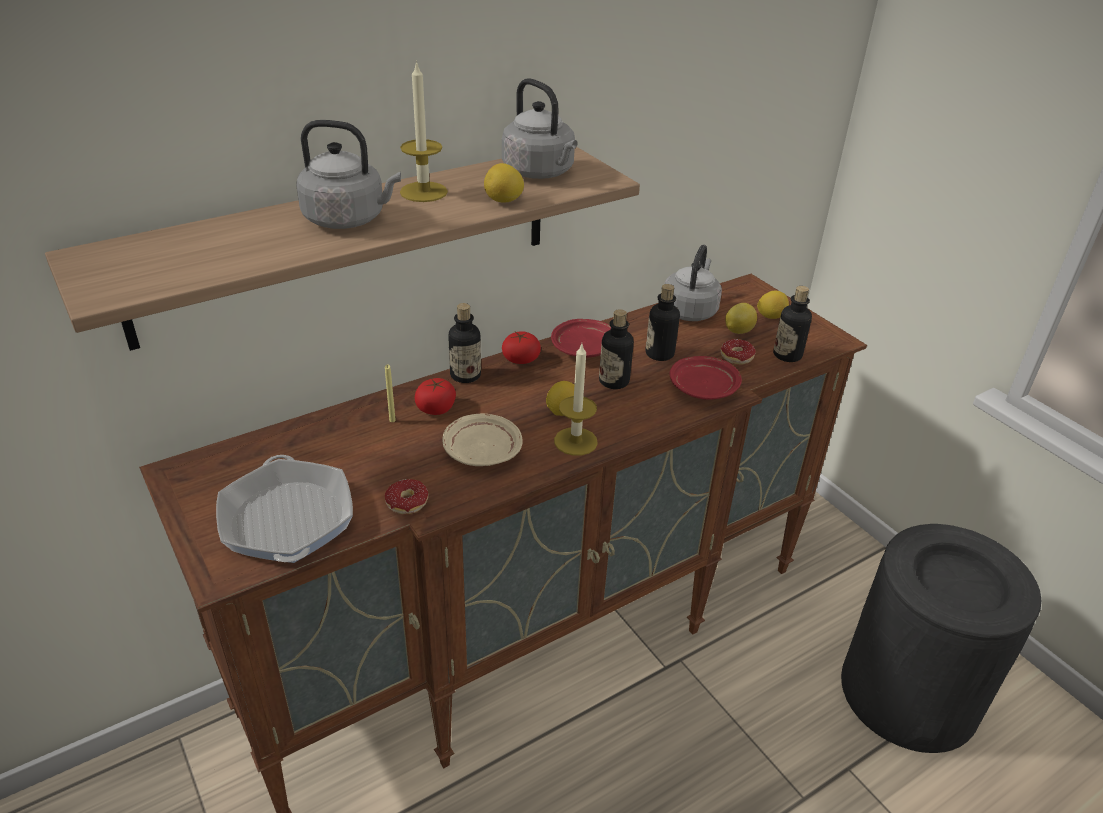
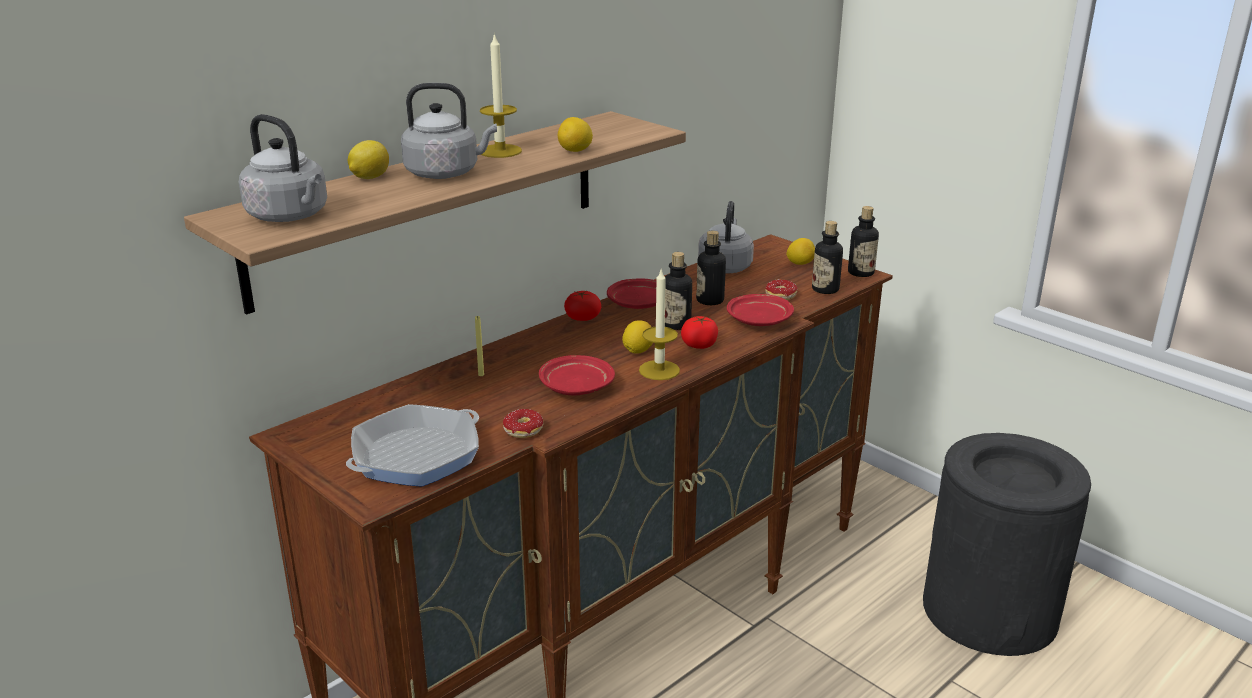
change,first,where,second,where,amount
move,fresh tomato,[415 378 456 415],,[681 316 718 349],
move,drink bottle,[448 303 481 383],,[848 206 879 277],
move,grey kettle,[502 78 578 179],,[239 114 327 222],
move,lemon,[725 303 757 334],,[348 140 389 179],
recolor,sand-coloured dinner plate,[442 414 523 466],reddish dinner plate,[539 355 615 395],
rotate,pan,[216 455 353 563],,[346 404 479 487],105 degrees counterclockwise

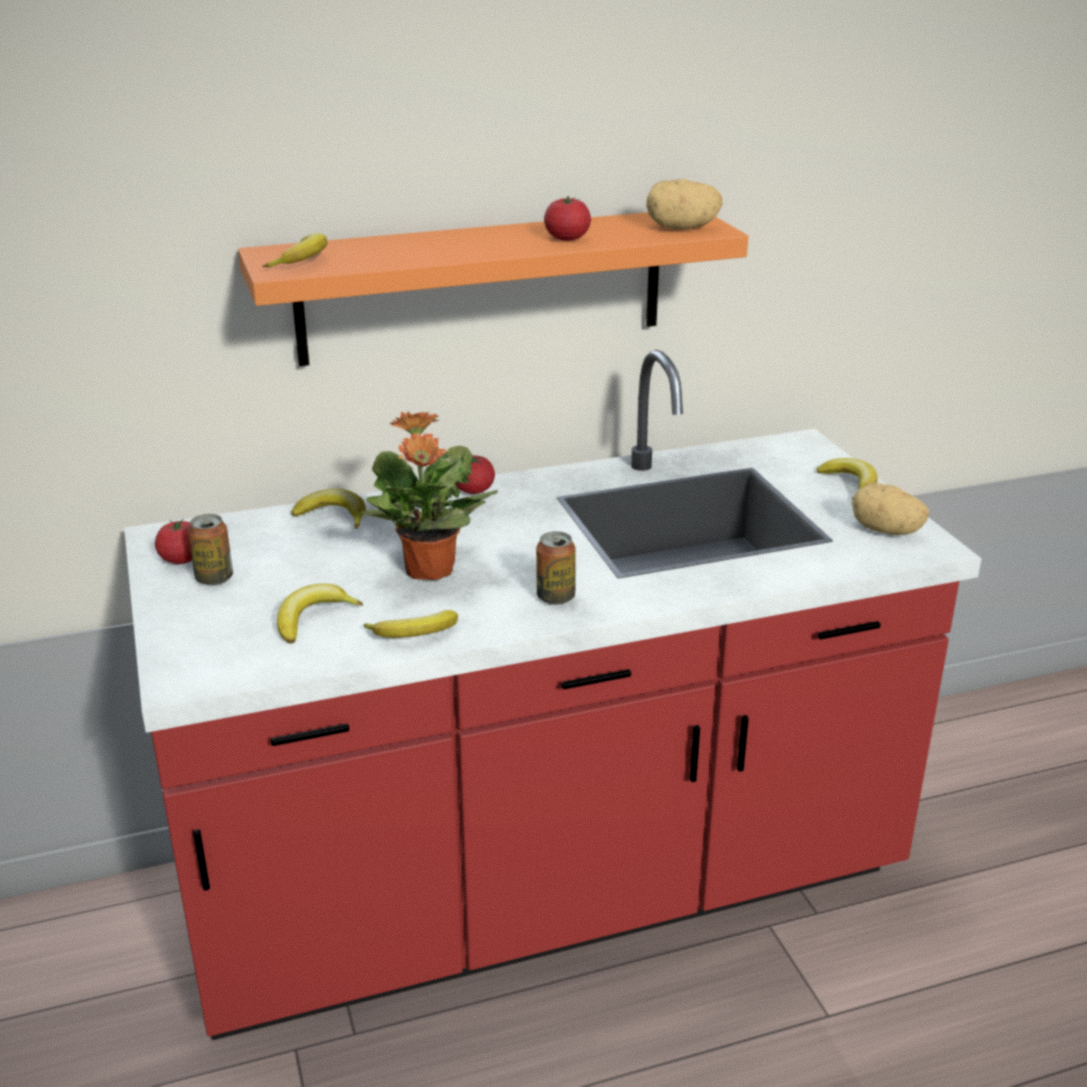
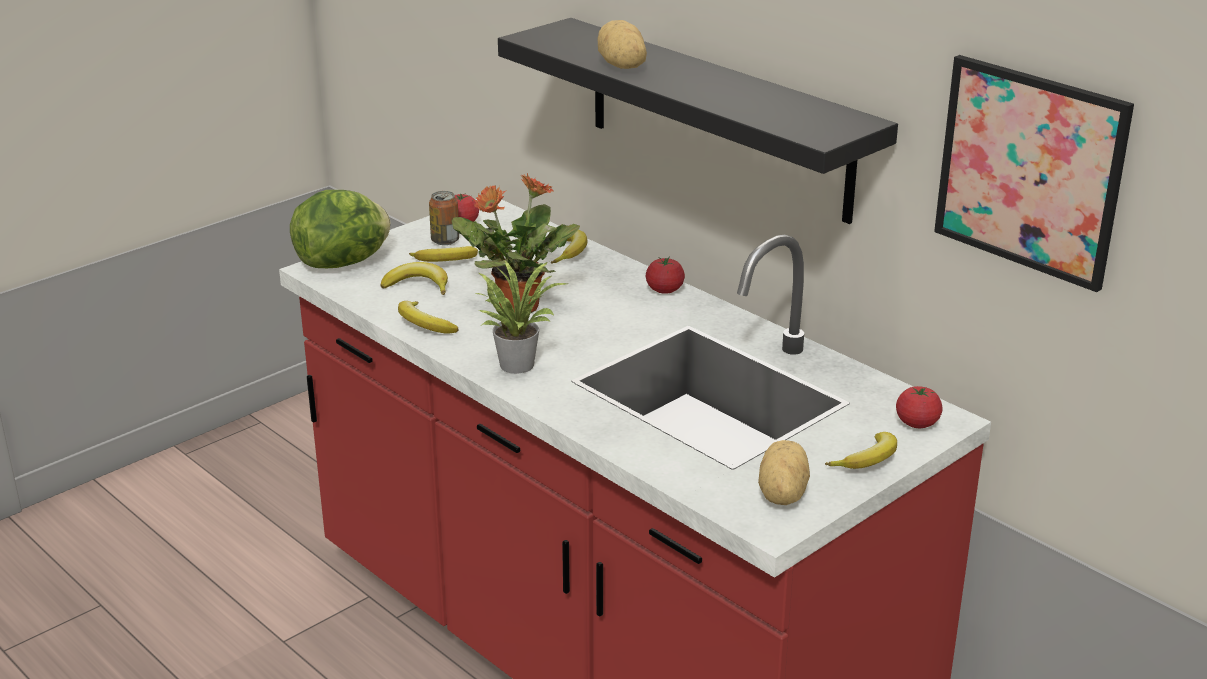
change,first,where,second,where,amount
insert,,,head of lettuce,[290 190 390 268],
insert,,,wall picture,[934 55 1134 292],
move,banana,[262 233 328 268],,[409 246 478 262],
move,fresh tomato,[544 196 591 241],,[896 386 943 428],
move,spud,[646 179 722 230],,[597 20 647 69],
replace,metal can,[536 531 576 605],plant in a pot,[473 261 567 374],
recolor,orange shelf,[238 212 748 366],black-coloured shelf,[498 18 898 224],

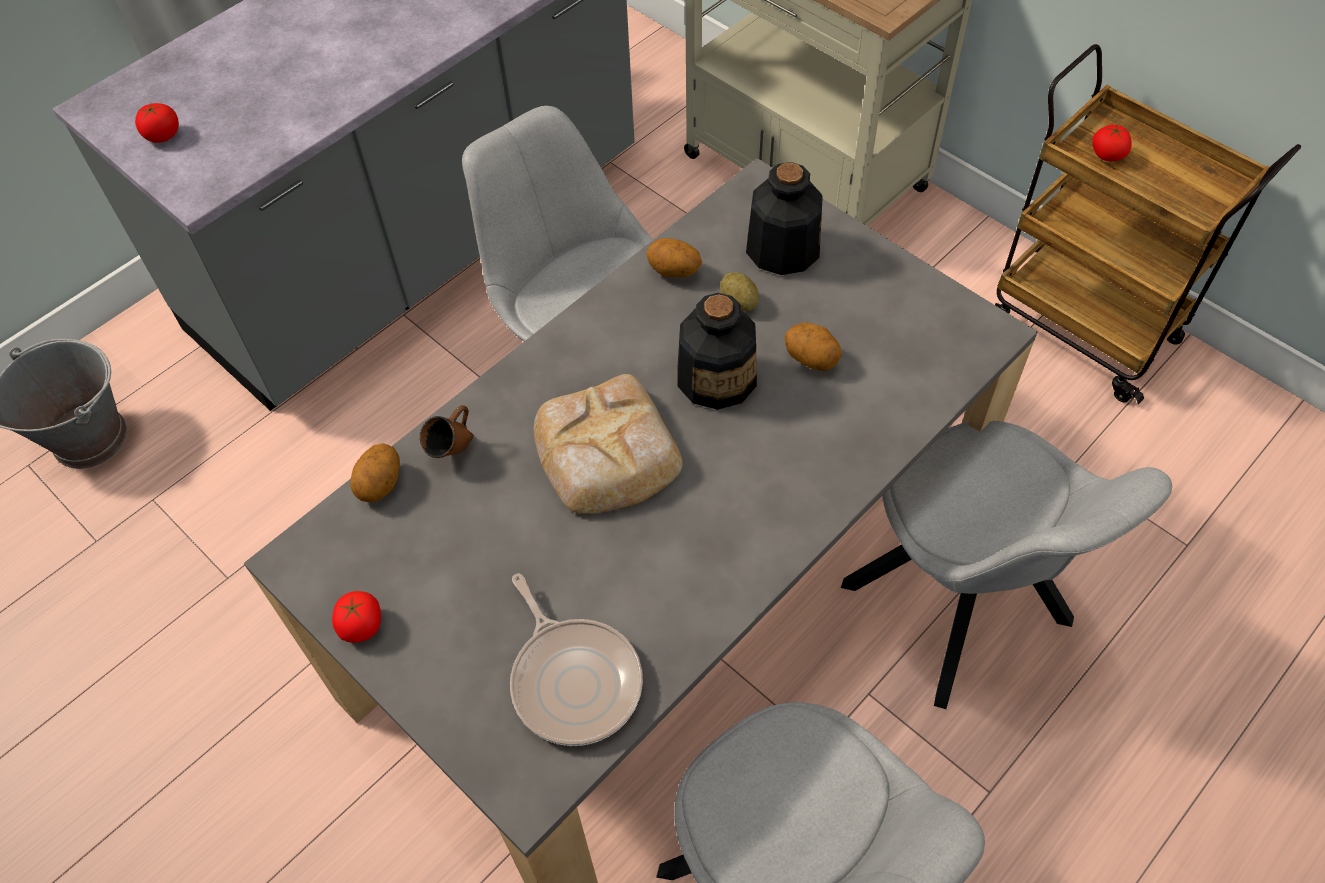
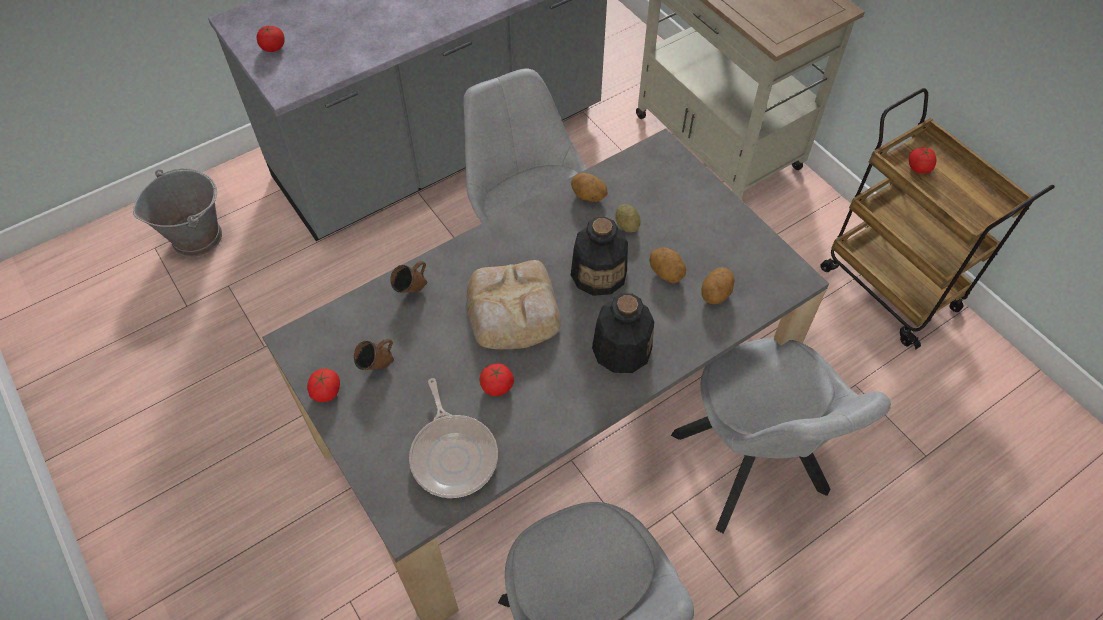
change,first,where,second,where,amount
insert,,,brown-coloured coffee mug,[354 339 394 370],
insert,,,fresh tomato,[480 363 514 396],
move,spud,[350 443 400 503],,[701 268 735 304],
move,drink bottle,[746 162 823 275],,[592 293 654 373],

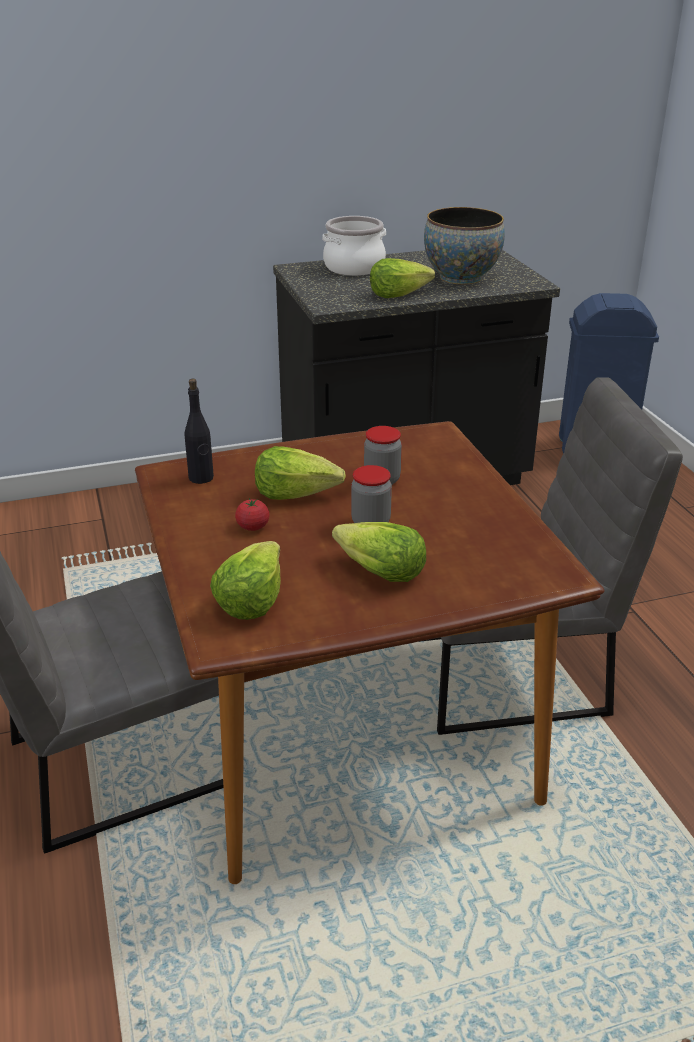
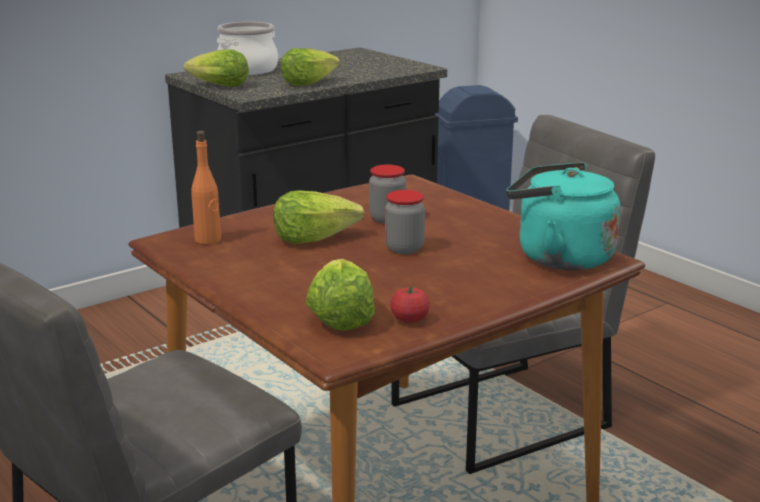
change,first,where,second,where,amount
delete,serving bowl,[424 207 505 285],,,
insert,,,turquoise-coloured kettle,[506 162 620 270],
move,fresh tomato,[235 498 270 531],,[390 285 430 323],
move,head of lettuce,[332 522 426 582],,[184 49 249 87],
recolor,black-coloured drink bottle,[185 379 214 484],orange drink bottle,[191 131 221 244],

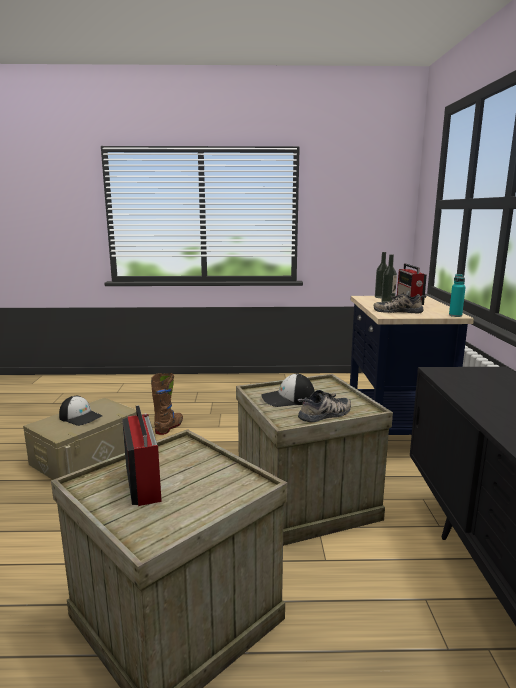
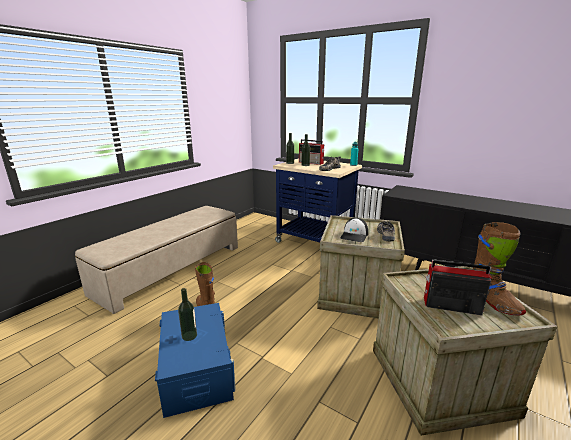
change,first,where,second,where,amount
insert,,,sand-coloured indoor bench,[75 206 238 314],
insert,,,brown-coloured boot,[473 222 526 315],
replace,peaked cap,[59 396 102 426],drink bottle,[178 288 197 341],
recolor,sand-coloured storage bin,[23 398 137 480],bluish storage bin,[155 303 236 418],

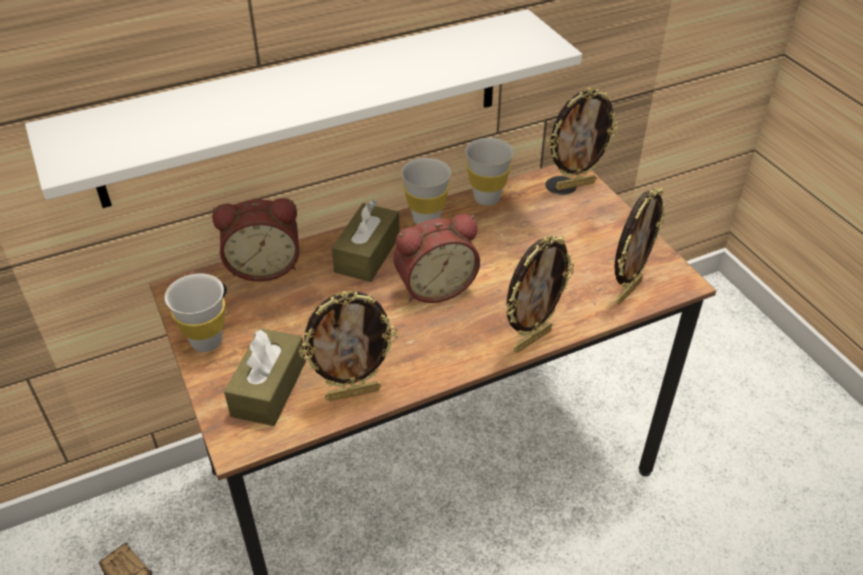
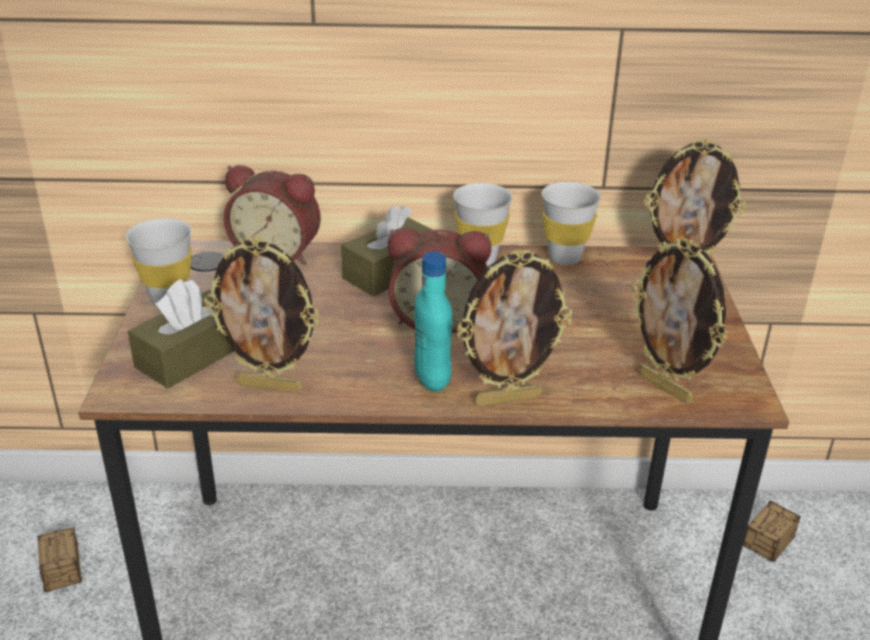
change,first,where,second,where,amount
delete,whitish shelf,[25 9 582 208],,,
insert,,,turquoise-coloured drink bottle,[414 252 452 392],
insert,,,storage bin,[743 501 801 562],
rotate,photo frame,[614 188 665 305],,[631 238 727 404],75 degrees clockwise

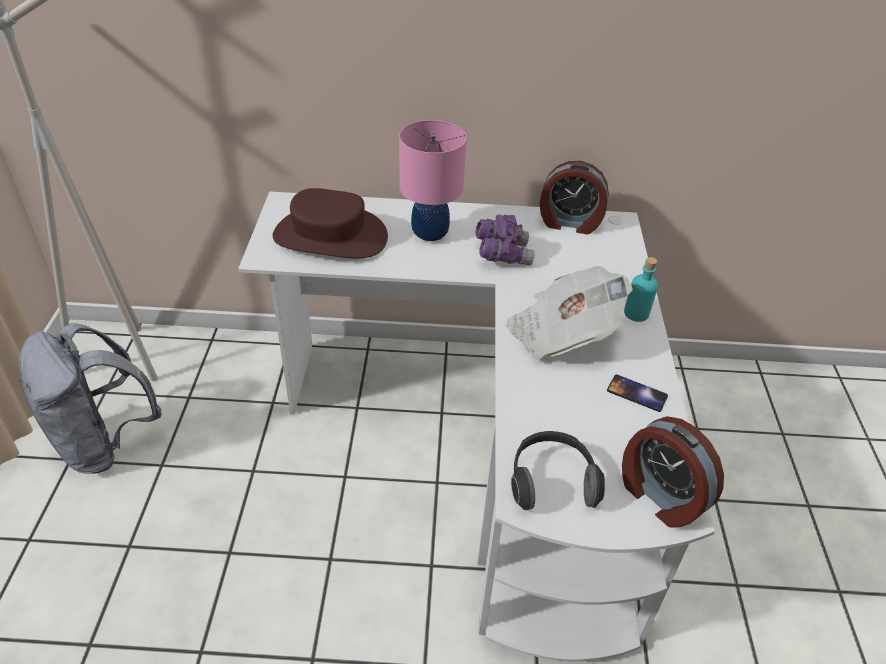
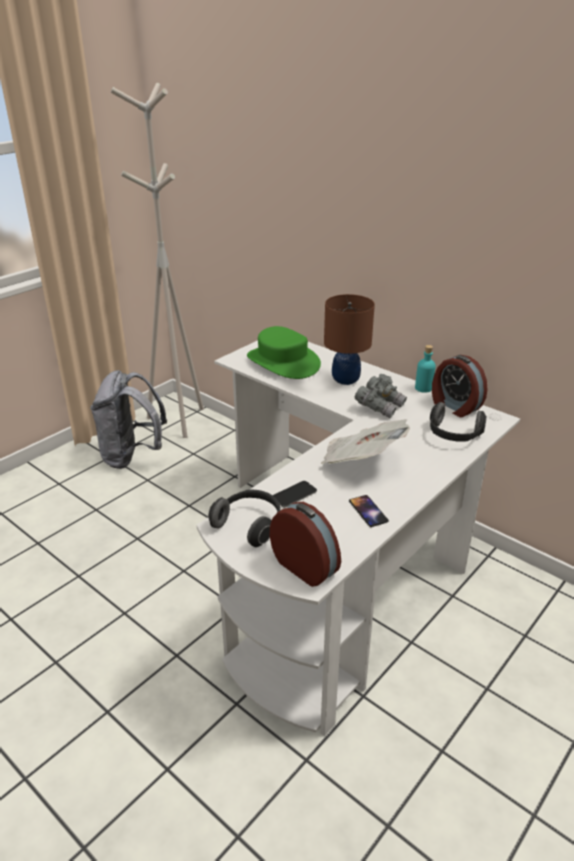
change,first,where,second,where,amount
insert,,,handset,[273 481 317 507],
insert,,,headset,[430 402 487 442],
move,turquoise-coloured drink bottle,[624 257 658 322],,[415 345 436 393],
recolor,brown-coloured wearable hat,[273 188 388 258],green-coloured wearable hat,[247 326 321 379],
recolor,pink lamp for a table,[399 120 467 241],brown-coloured lamp for a table,[324 294 375 385],
recolor,purple binoculars,[476 215 534 266],grey binoculars,[355 374 407 418],
rotate,bedside clock,[622 416 724 528],,[270 502 341 587],135 degrees clockwise

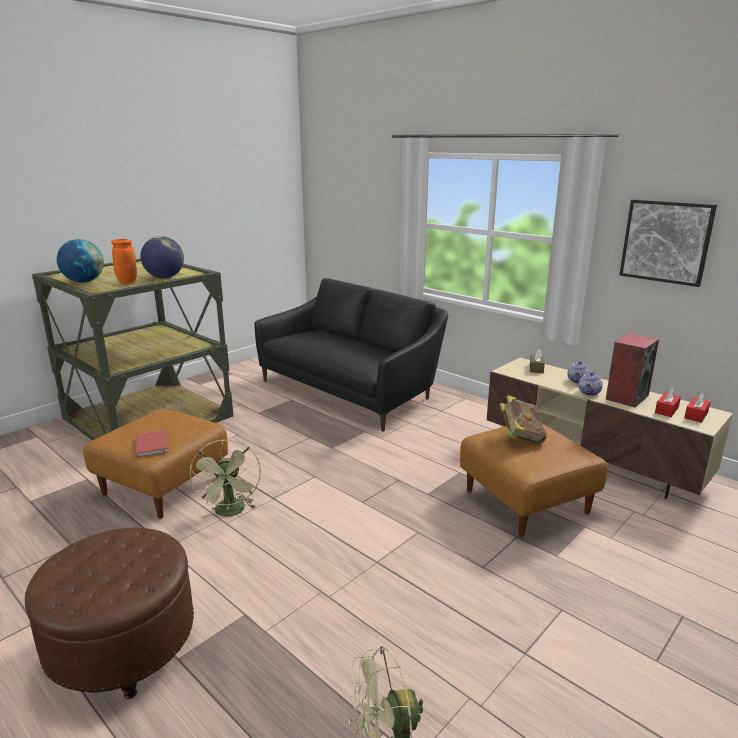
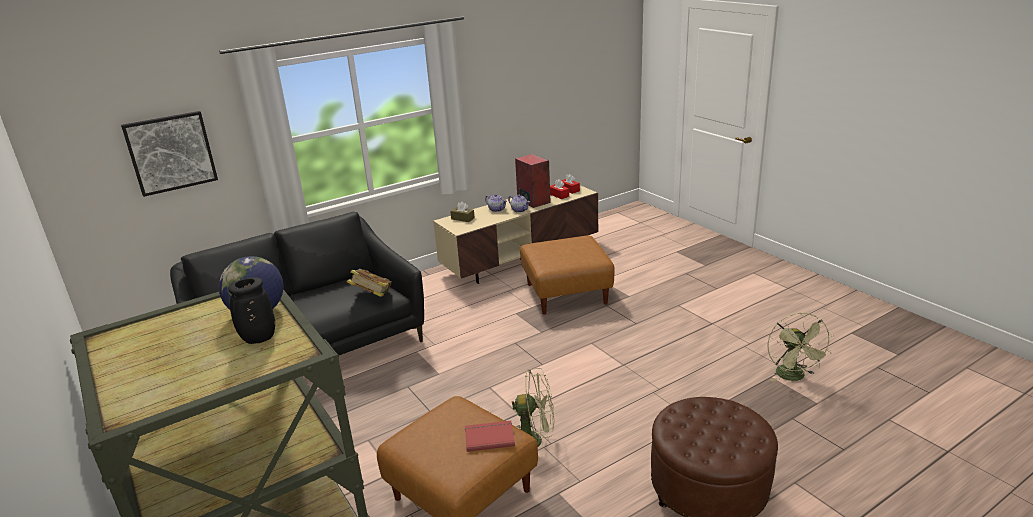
change,first,where,second,where,amount
delete,world globe,[57 239 104 283],,,
move,book,[500 395 547 444],,[347 269 392 297],
move,wall picture,[619 199 717 287],,[121 111 218 197],
recolor,orange vase,[111 239 137 283],black-coloured vase,[228 277 275 344],

